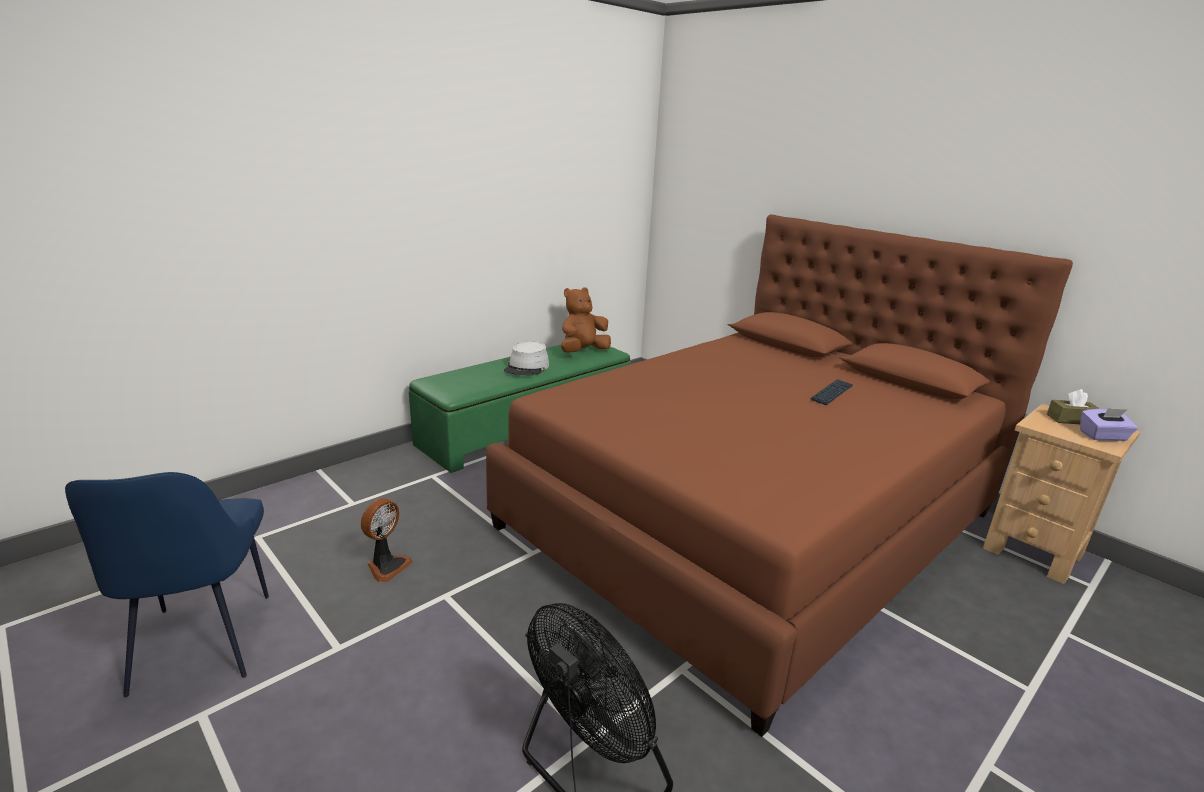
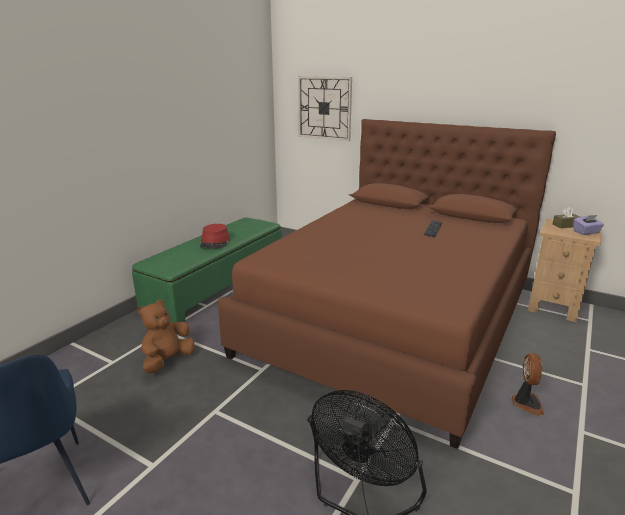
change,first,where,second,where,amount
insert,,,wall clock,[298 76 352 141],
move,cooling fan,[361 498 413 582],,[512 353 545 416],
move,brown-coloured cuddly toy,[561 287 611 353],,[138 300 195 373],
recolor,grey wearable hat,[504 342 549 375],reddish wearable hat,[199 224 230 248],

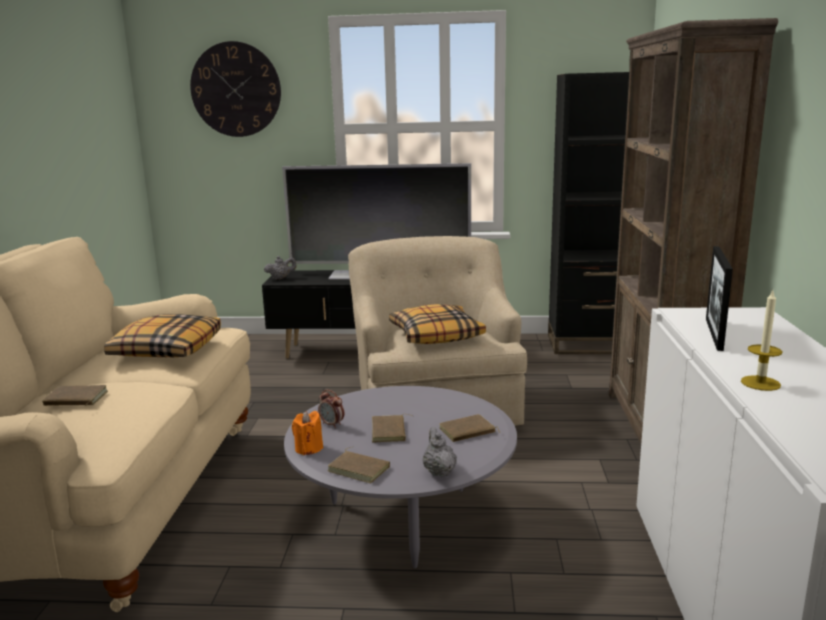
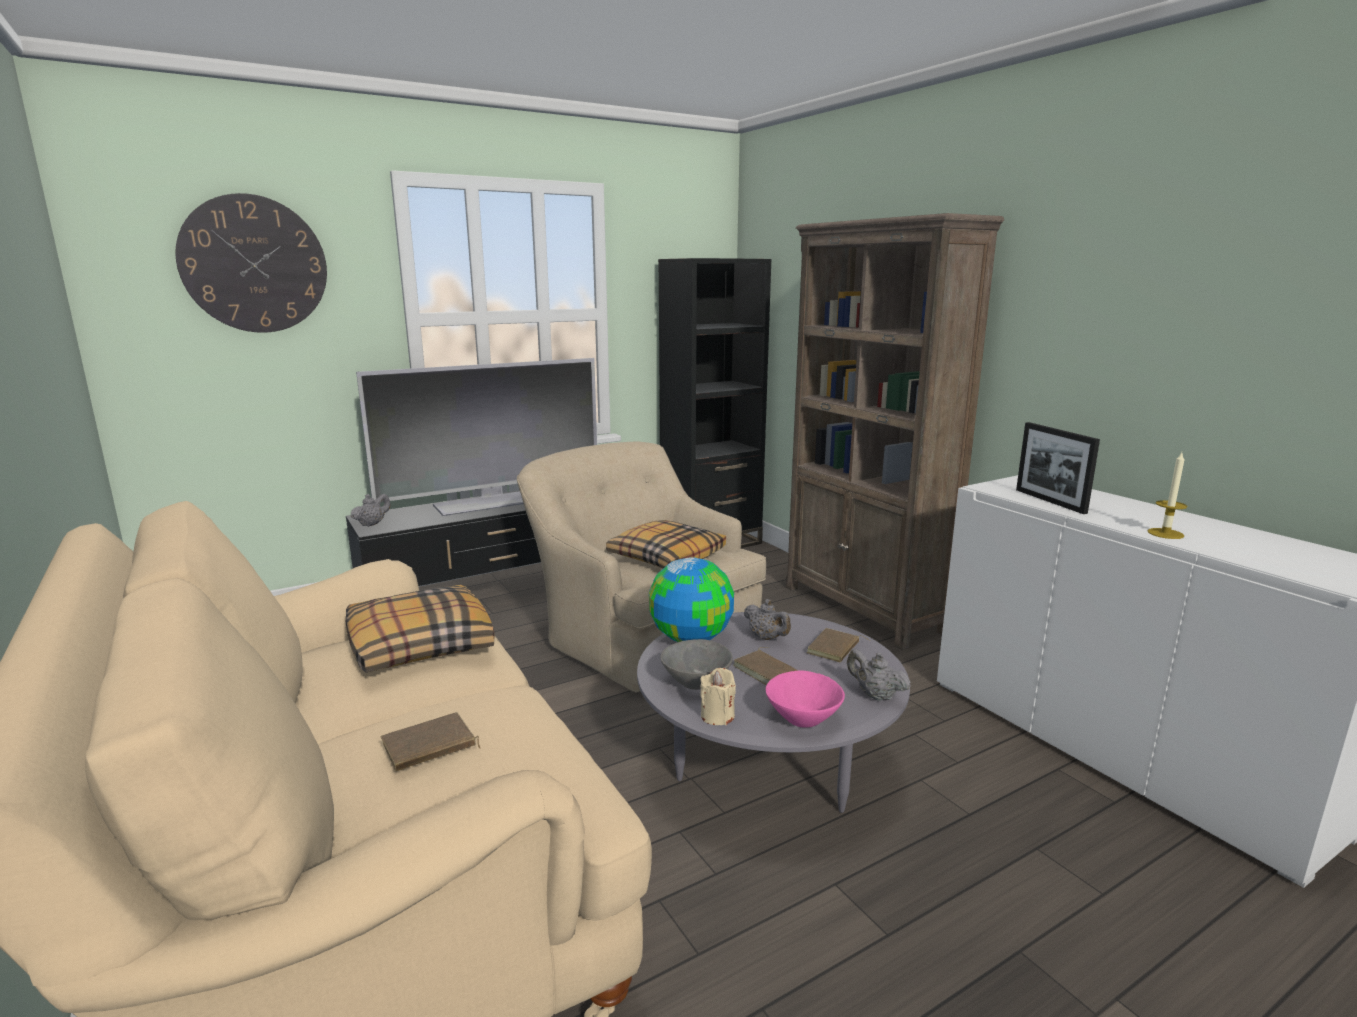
change,first,where,second,where,amount
insert,,,world globe,[649 557 734 642],
insert,,,grey teapot,[744 599 791 640],
replace,bedside clock,[318 389 344 428],grey serving bowl,[661 639 733 690],
replace,brown-coloured book,[327 447 390 483],pink serving bowl,[766 670 845 728],
recolor,orange wax candle,[292 411 323 455],sand-coloured wax candle,[700 668 736 725],

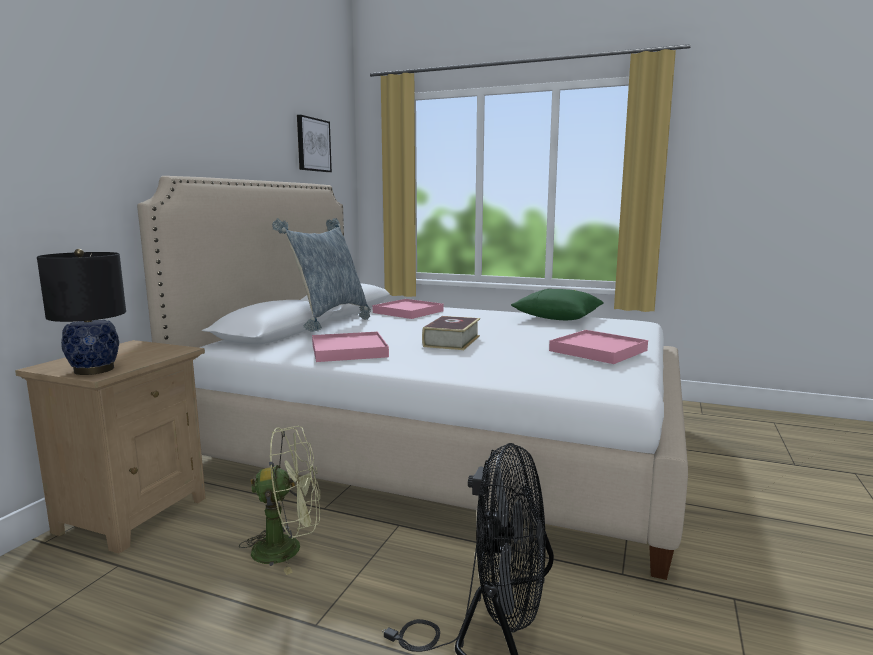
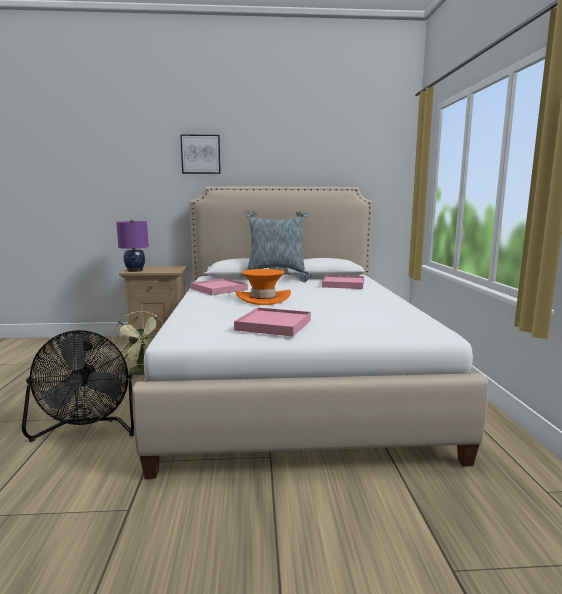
change,first,where,second,where,amount
delete,green-coloured pillow,[511 289 603 320],,,
move,wall picture,[297 115 332 172],,[180 134 221 174],
replace,book,[422 316 480 350],orange wearable hat,[235 269 291 305],
recolor,black-coloured lamp for a table,[37 249 126 375],purple lamp for a table,[116 219 149 272],

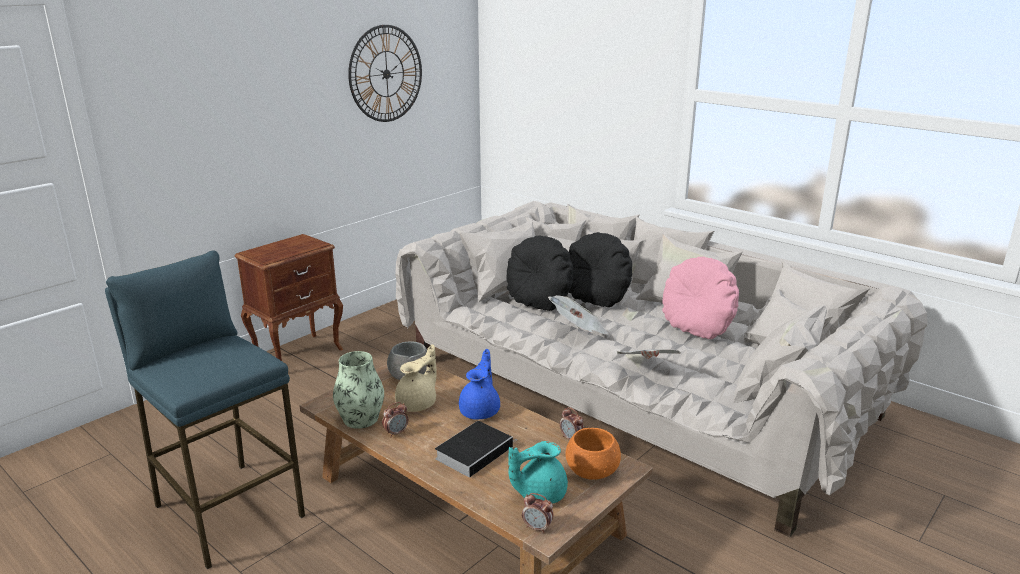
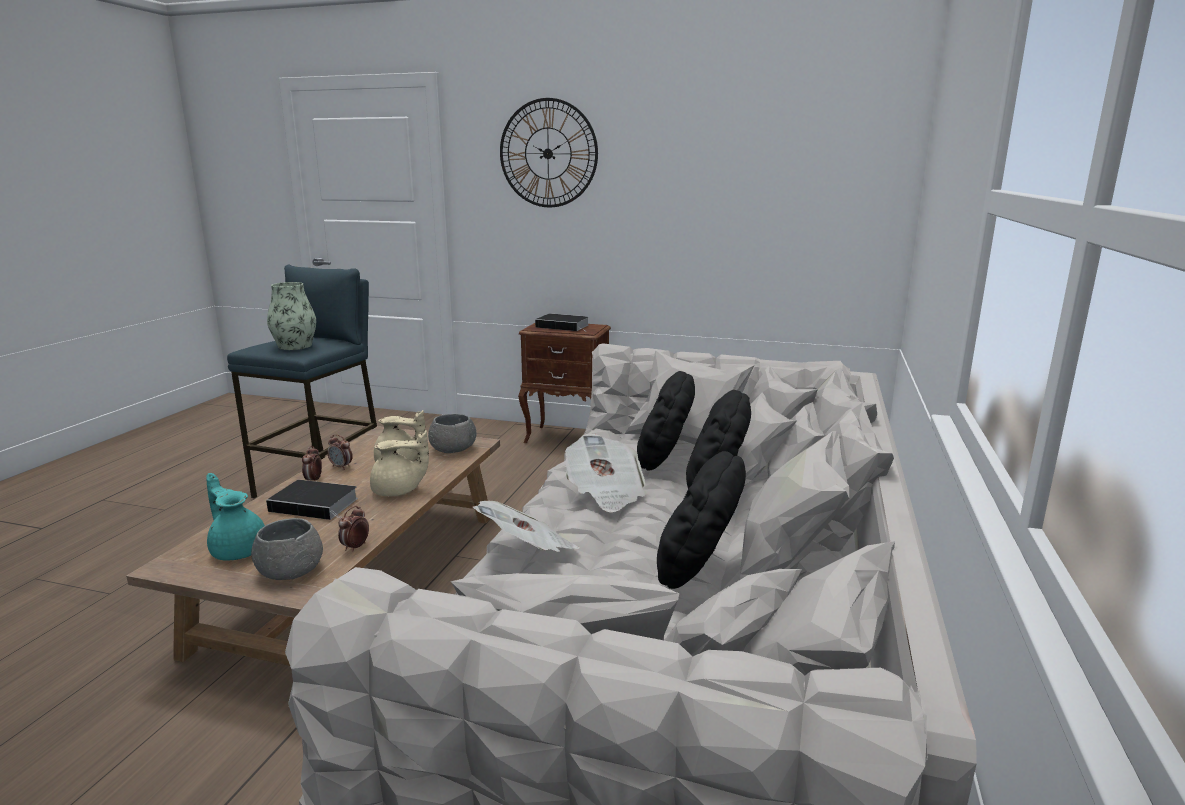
change,first,where,second,where,amount
insert,,,book,[535 313 588 331],
move,vase,[333 351 384 429],,[267 282 316 350],
move,wall clock,[348 25 422 122],,[500 98 598 207],
move,bedside clock,[522 493 553 533],,[302 446 322 481],
recolor,bluish teapot,[459 349 500 419],sand-coloured teapot,[370 430 429 496],
recolor,orange serving bowl,[565 428 621 480],grey serving bowl,[251 518 323 580],
recolor,pink pillow,[662 257 739 339],black-coloured pillow,[657 451 746 589],

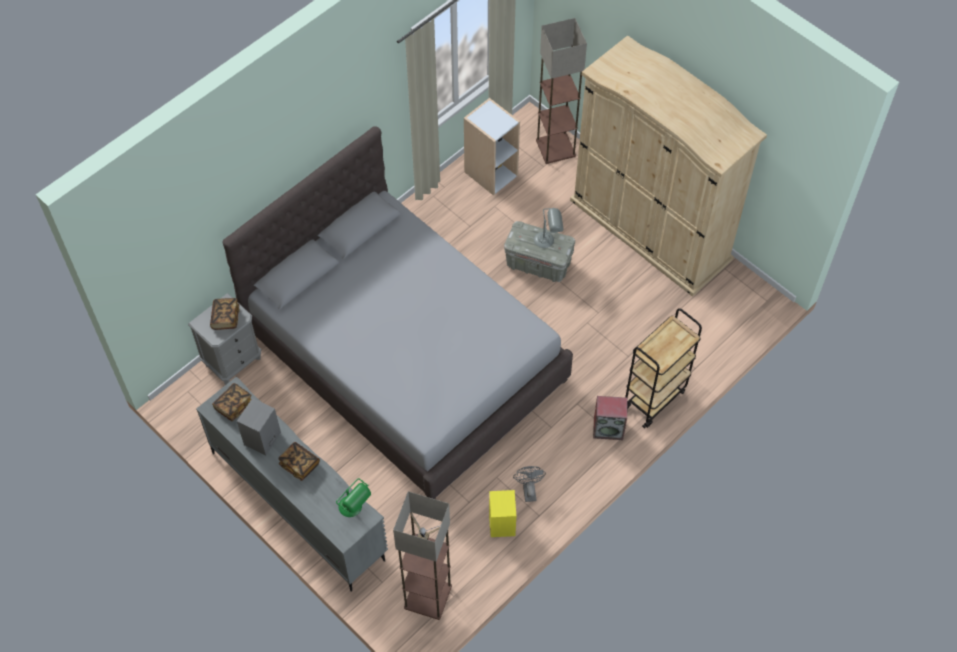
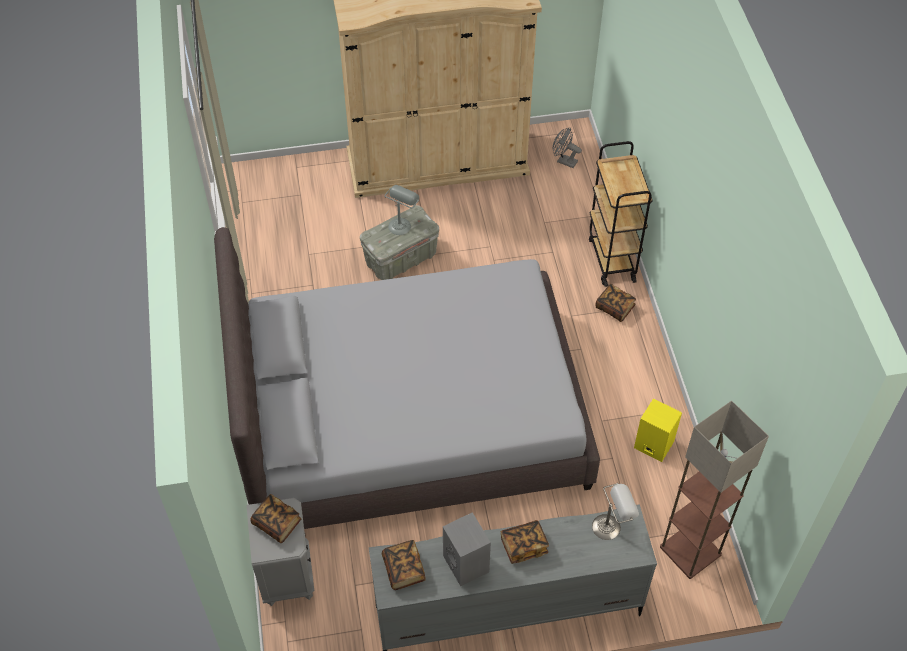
change,first,where,second,where,amount
delete,bookshelf,[464 98 520 196],,,
delete,standing lamp,[536 18 587 164],,,
move,grey cooling fan,[513 466 546 502],,[552 128 582 168],
replace,audio speaker,[593 396 628 440],book,[596 284 636 322],
recolor,green-coloured lamp for a table,[336 478 371 517],whitish lamp for a table,[592 483 639 540],

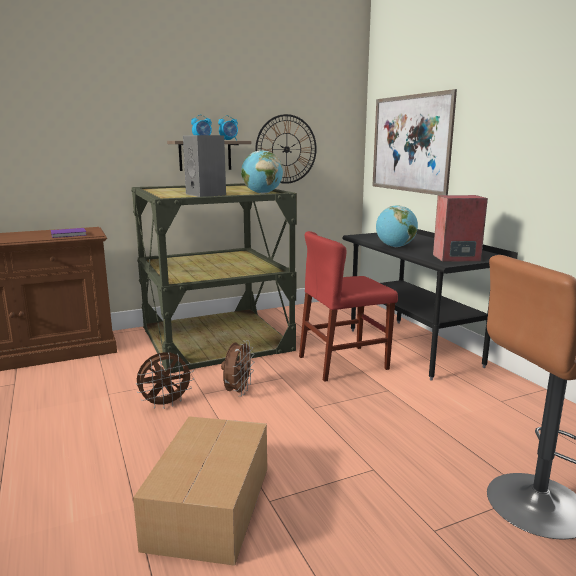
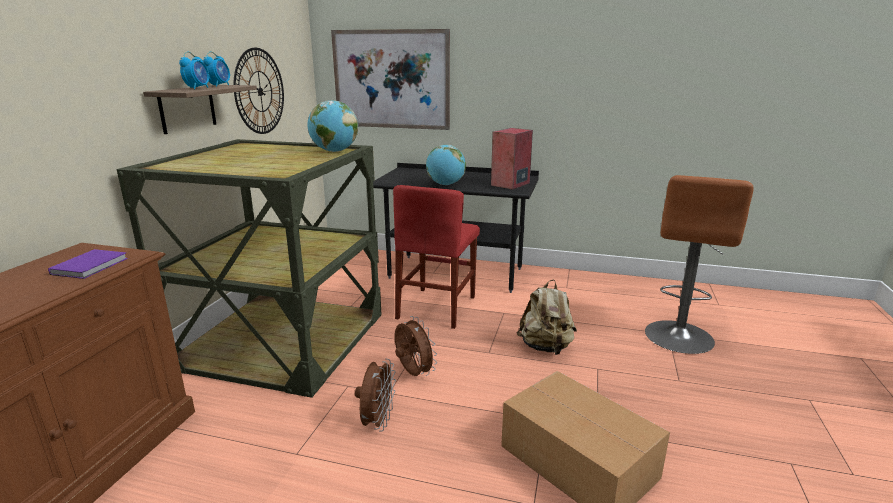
change,first,where,second,where,amount
delete,grey audio speaker,[183 135 226 197],,,
insert,,,sand-coloured backpack,[517 280 577 355],

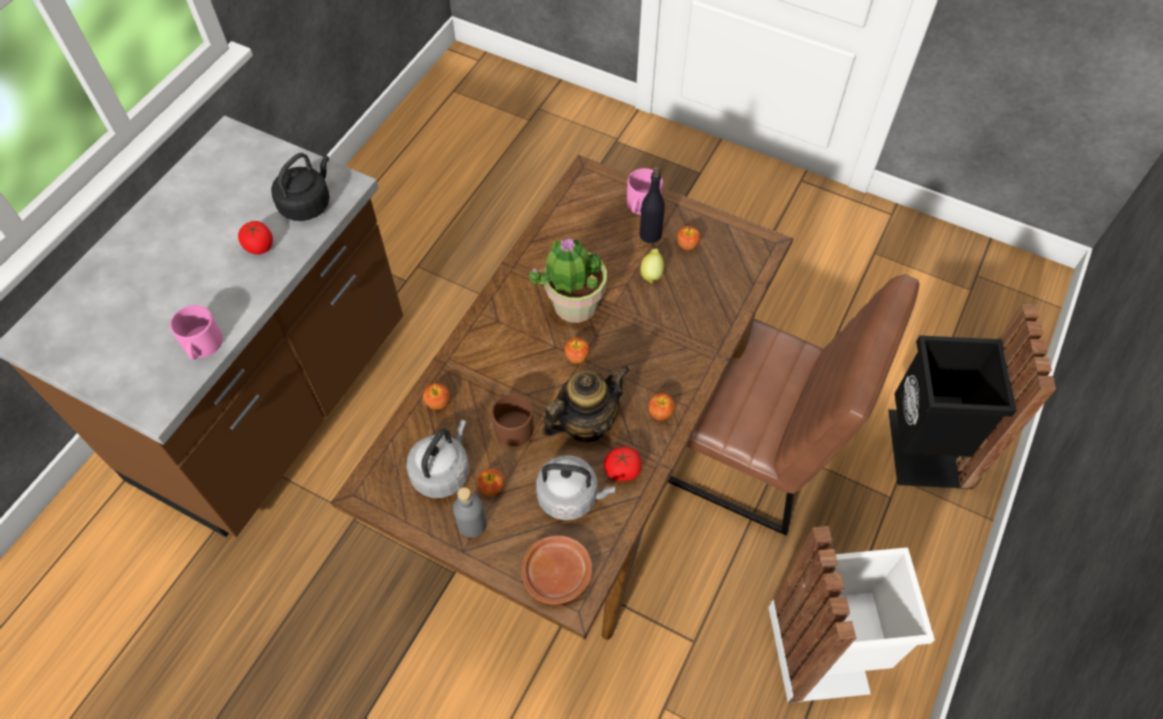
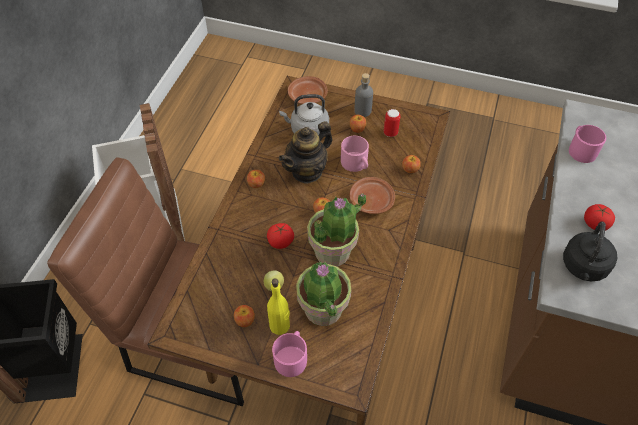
change,first,where,second,where,amount
insert,,,plant in a pot,[296 262 351 326],
insert,,,brown-coloured dinner plate,[349 177 395 214],
move,fresh tomato,[604 447 642 481],,[267 223 294 249],
replace,grey kettle,[406 420 469 498],metal can,[384 109 400 137],
recolor,brown-coloured coffee mug,[491 394 534 446],pink coffee mug,[341 136 369 172],
recolor,black-coloured drink bottle,[640 166 665 243],yellowish drink bottle,[267 278 290 335],

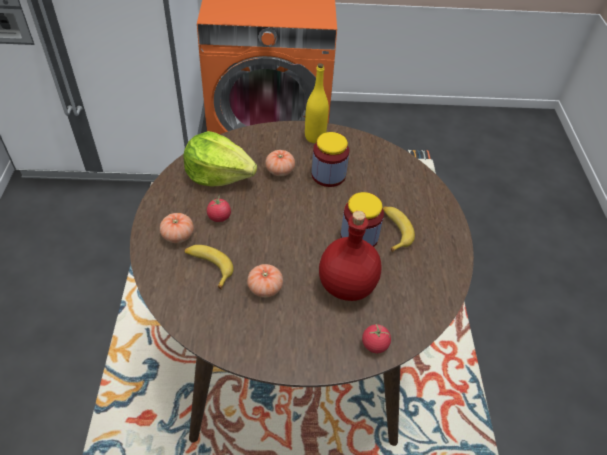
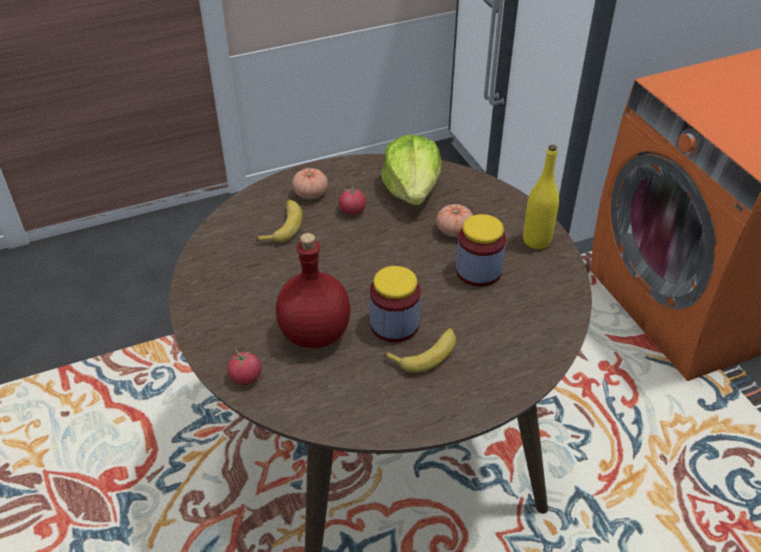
change,first,where,second,where,amount
delete,fresh tomato,[247 264 283 298],,,

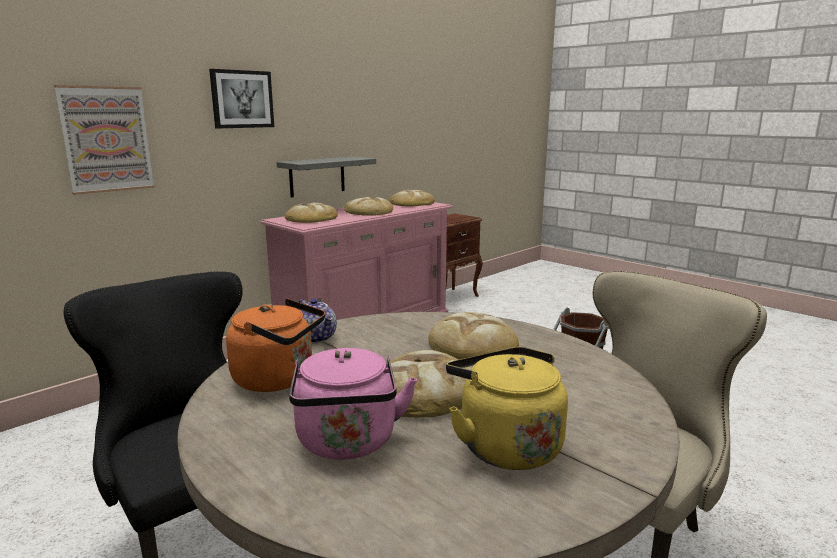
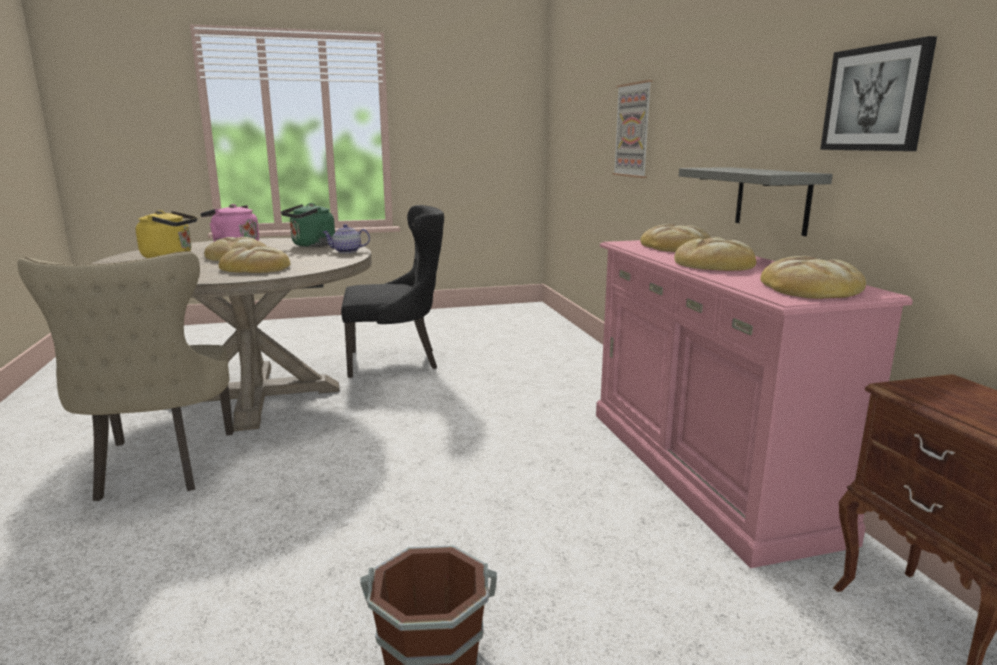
change,first,where,second,where,amount
move,wall picture,[209 69 274 128],,[820 36 937 151],
recolor,orange kettle,[226 299 325 392],green-coloured kettle,[281 203 335 247],

